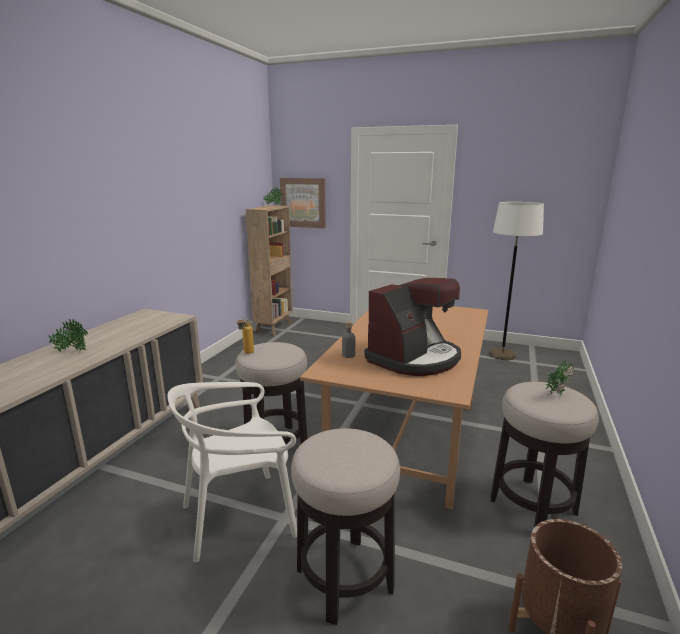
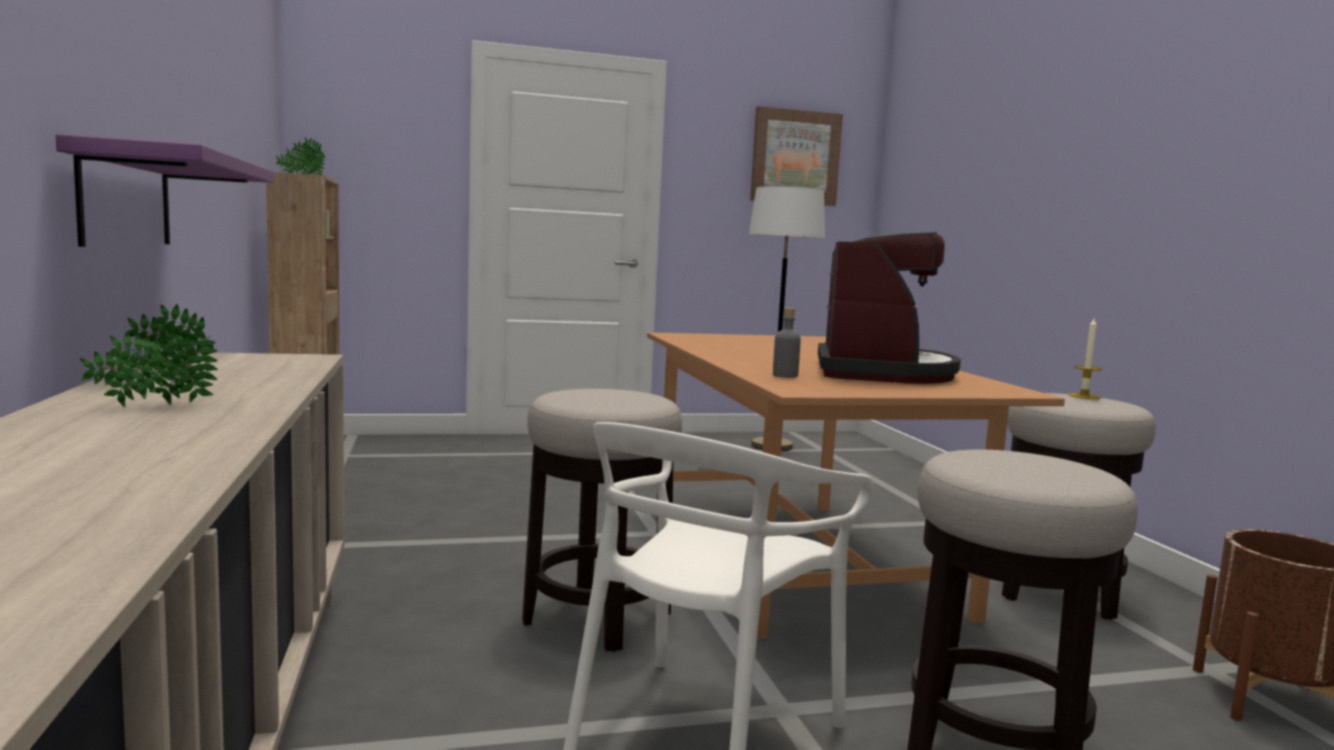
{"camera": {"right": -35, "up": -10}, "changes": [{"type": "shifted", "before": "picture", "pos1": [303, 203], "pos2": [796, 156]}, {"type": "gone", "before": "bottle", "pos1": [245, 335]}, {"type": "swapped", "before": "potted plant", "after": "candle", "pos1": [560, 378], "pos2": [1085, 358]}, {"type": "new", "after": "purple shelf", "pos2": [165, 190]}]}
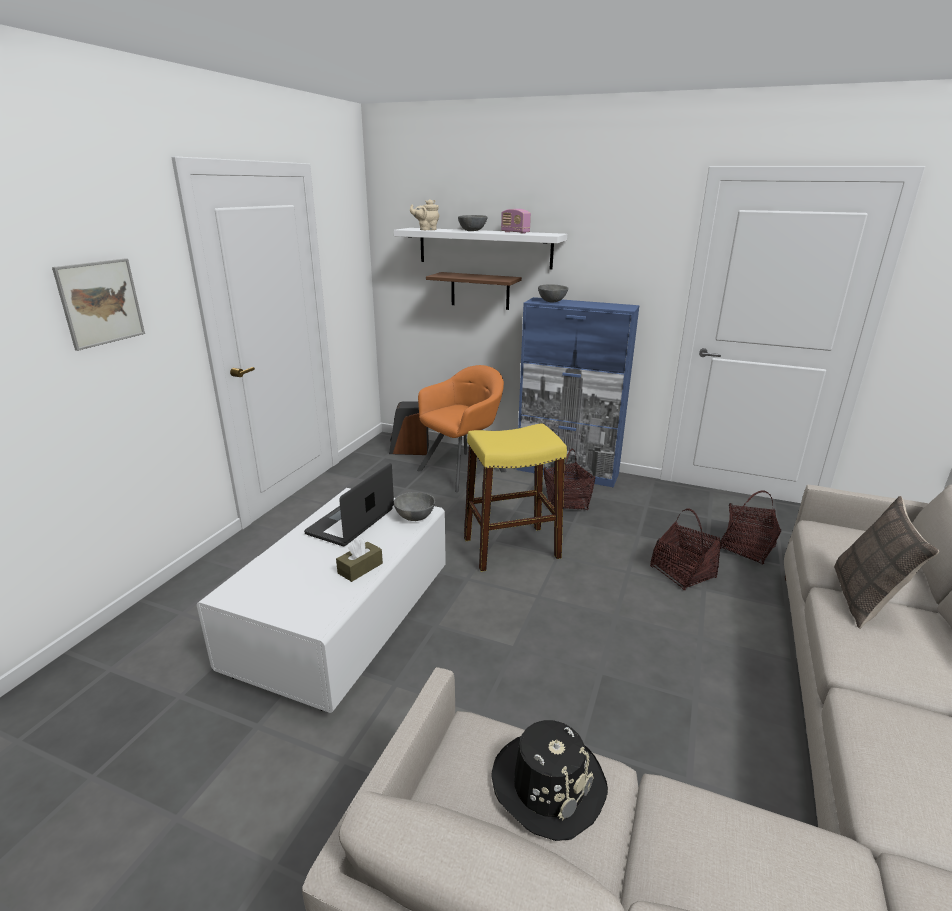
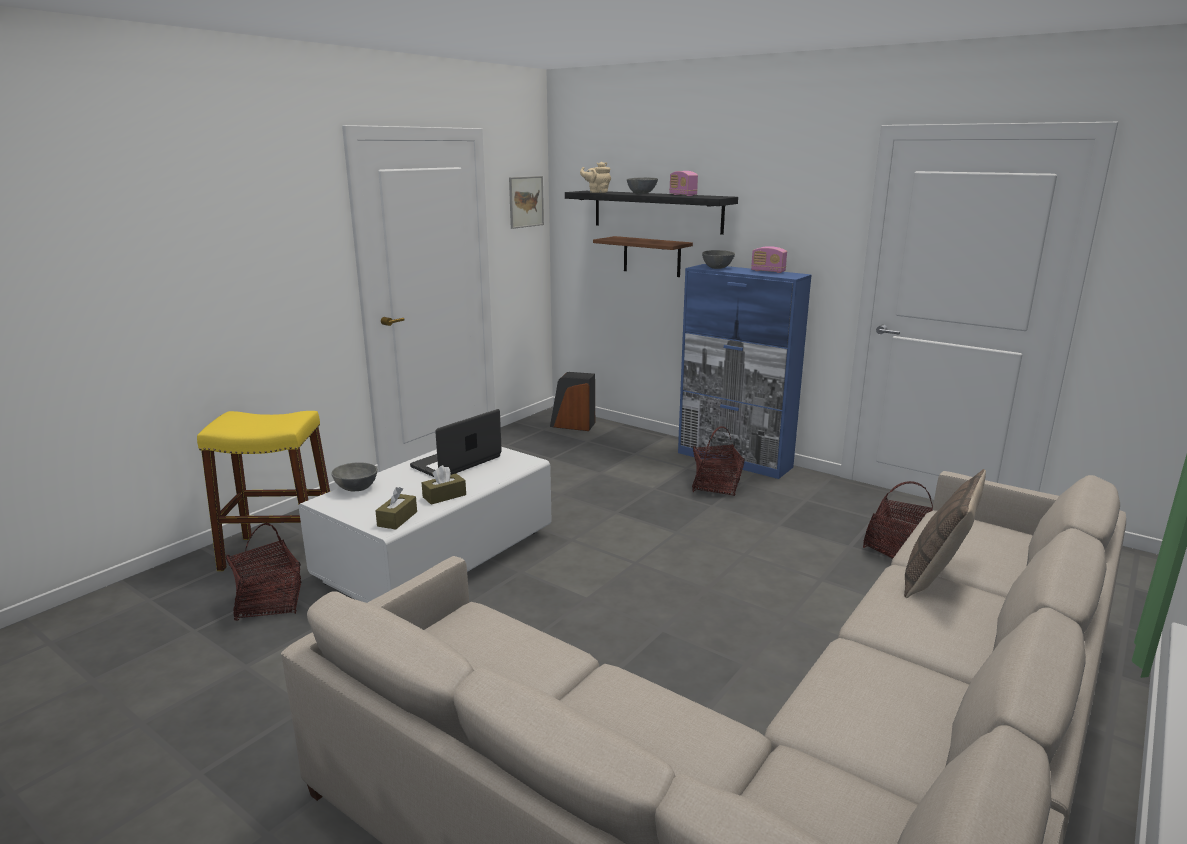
{"camera": {"right": 15, "up": -5}, "changes": [{"type": "repainted", "before": "white shelf", "after": "black shelf", "pos1": [480, 249], "pos2": [651, 213]}, {"type": "shifted", "before": "picture", "pos1": [98, 304], "pos2": [526, 202]}, {"type": "gone", "before": "orange armchair", "pos1": [462, 428]}, {"type": "shifted", "before": "yellow stool", "pos1": [515, 498], "pos2": [263, 491]}, {"type": "shifted", "before": "grey bowl", "pos1": [414, 506], "pos2": [354, 477]}, {"type": "shifted", "before": "basket", "pos1": [685, 549], "pos2": [263, 572]}, {"type": "gone", "before": "black hat", "pos1": [549, 780]}, {"type": "new", "after": "radio", "pos2": [769, 259]}, {"type": "new", "after": "brown tissue box", "pos2": [396, 508]}]}
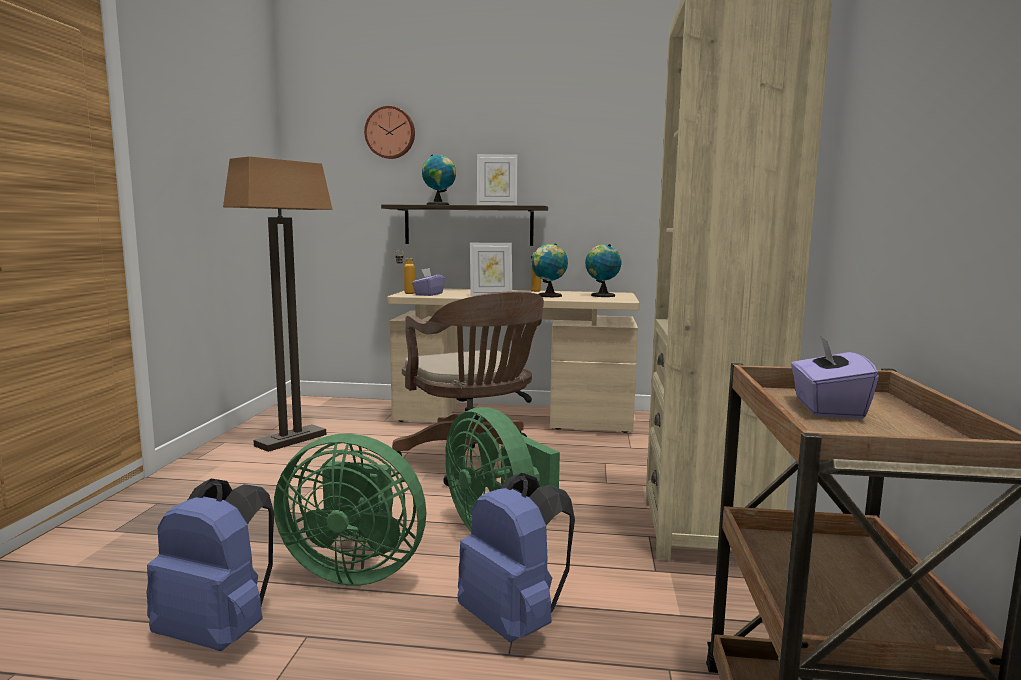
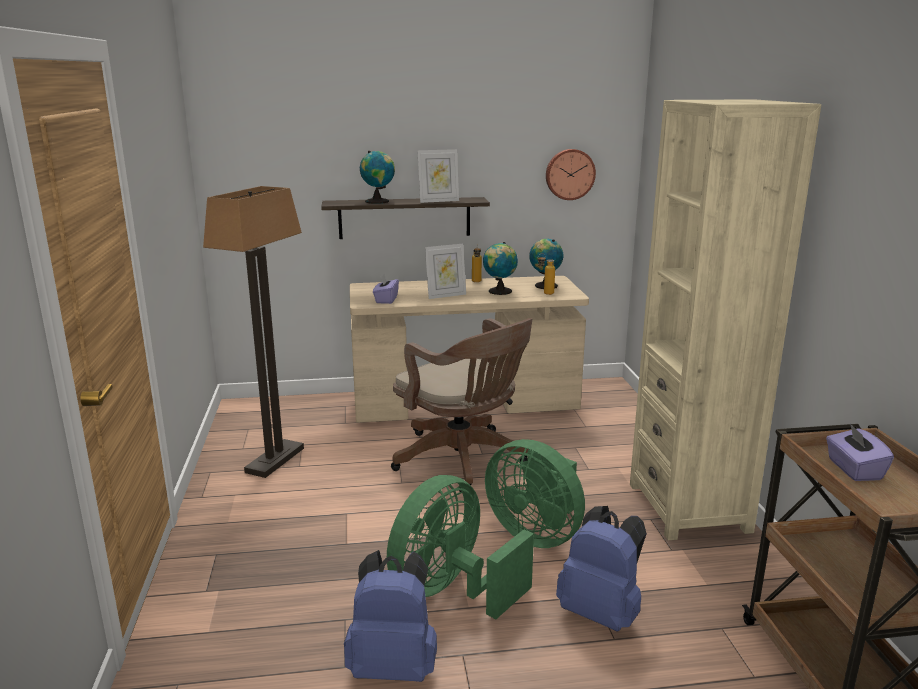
{"camera": {"right": -15, "up": 10}, "changes": [{"type": "shifted", "before": "wall clock", "pos1": [389, 132], "pos2": [571, 174]}, {"type": "shifted", "before": "bottle", "pos1": [405, 272], "pos2": [546, 274]}, {"type": "rotated", "before": "green fan", "pos1": [350, 510], "pos2": [460, 547], "turn": 135}]}
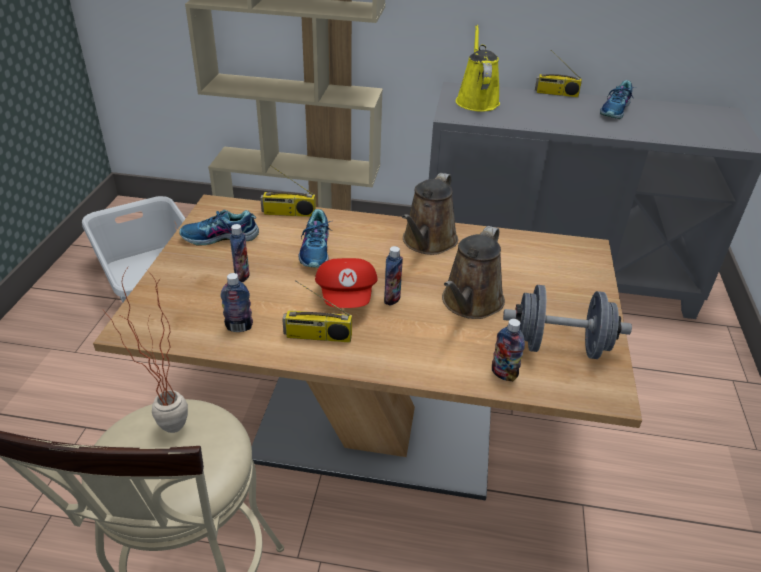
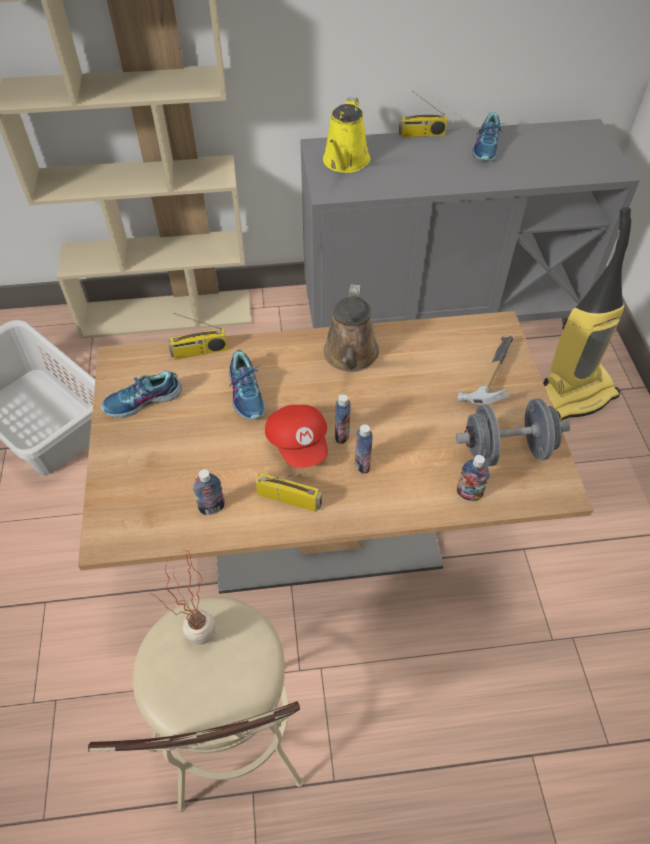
{"camera": {"right": -15, "up": 15}, "changes": [{"type": "rotated", "before": "yellow watering can", "pos1": [478, 68], "pos2": [346, 135], "turn": -150}, {"type": "shifted", "before": "bottle", "pos1": [240, 253], "pos2": [364, 449]}, {"type": "gone", "before": "brown watering can", "pos1": [473, 272]}, {"type": "rotated", "before": "radio", "pos1": [317, 312], "pos2": [289, 492], "turn": -150}, {"type": "new", "after": "vacuum cleaner", "pos2": [587, 314]}, {"type": "new", "after": "hammer", "pos2": [485, 369]}]}
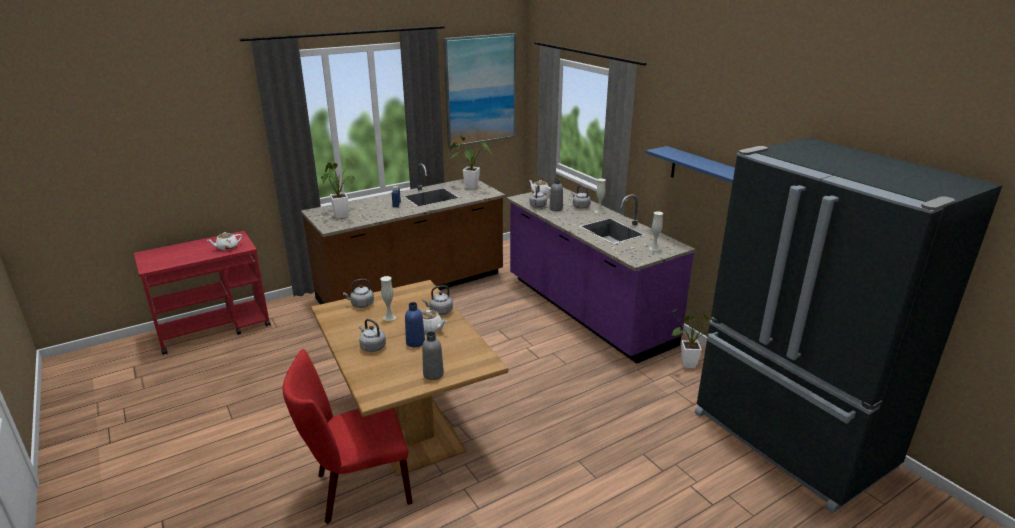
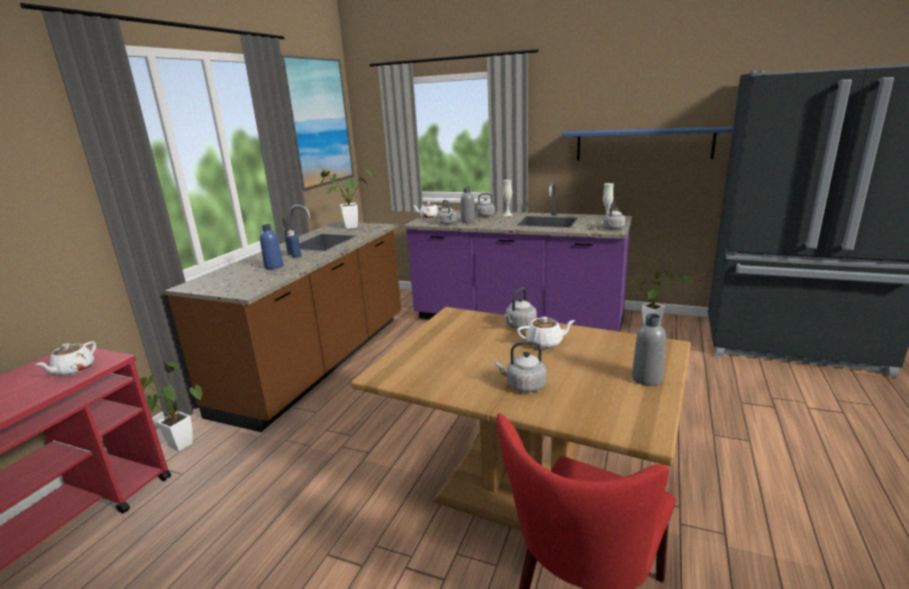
{"camera": {"right": -35, "up": -5}, "changes": [{"type": "shifted", "before": "potted plant", "pos1": [338, 188], "pos2": [171, 406]}, {"type": "gone", "before": "white vase", "pos1": [388, 298]}, {"type": "shifted", "before": "grey kettle", "pos1": [358, 293], "pos2": [614, 216]}, {"type": "shifted", "before": "blue bottle", "pos1": [415, 324], "pos2": [271, 246]}]}
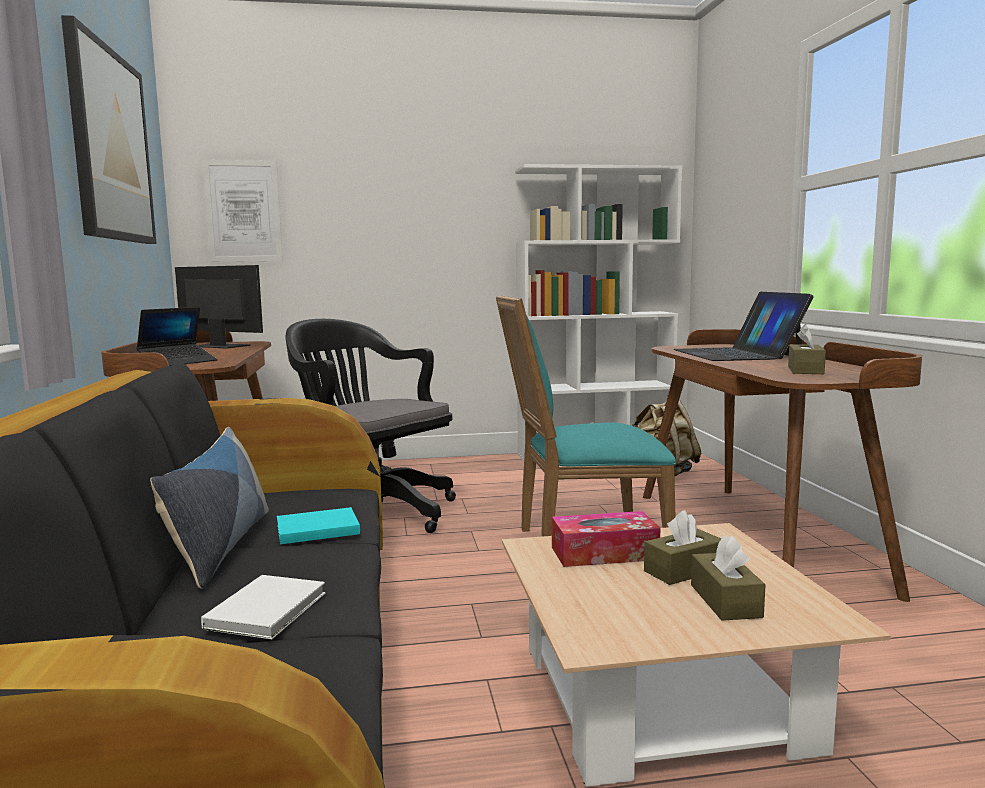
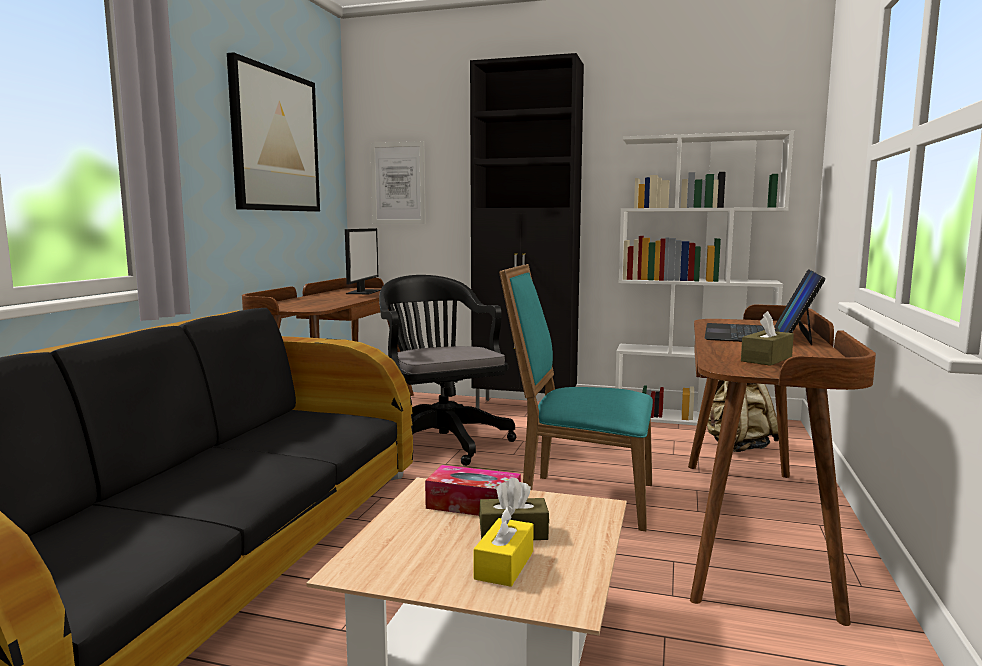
{"camera": {"right": 25, "up": 0}, "changes": [{"type": "rotated", "before": "monitor", "pos1": [219, 307], "pos2": [363, 261], "turn": 45}, {"type": "gone", "before": "laptop", "pos1": [177, 336]}, {"type": "gone", "before": "pillow", "pos1": [209, 508]}, {"type": "gone", "before": "turquoise book", "pos1": [318, 525]}, {"type": "repainted", "before": "brown tissue box", "after": "yellow tissue box", "pos1": [728, 578], "pos2": [503, 546]}, {"type": "gone", "before": "white book", "pos1": [263, 607]}, {"type": "new", "after": "black cabinet", "pos2": [527, 231]}]}
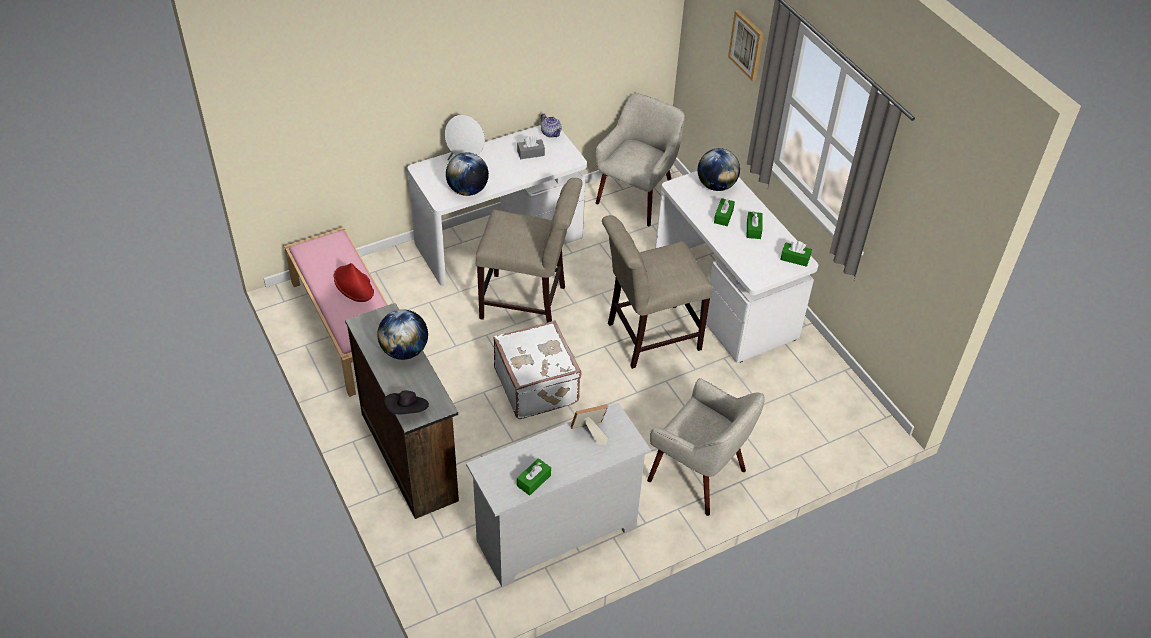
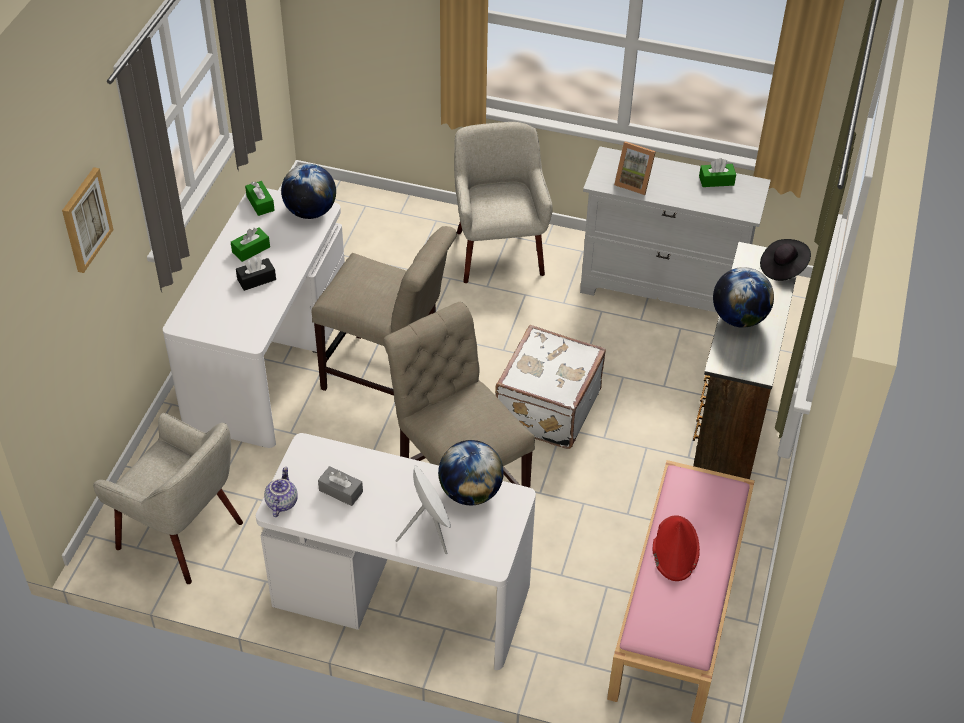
{"camera": {"right": -135, "up": 0}, "changes": [{"type": "rotated", "before": "beige armchair", "pos1": [640, 159], "pos2": [168, 498], "turn": -135}, {"type": "shifted", "before": "globe", "pos1": [719, 169], "pos2": [308, 191]}, {"type": "repainted", "before": "green tissue box", "after": "black tissue box", "pos1": [724, 212], "pos2": [256, 274]}]}
